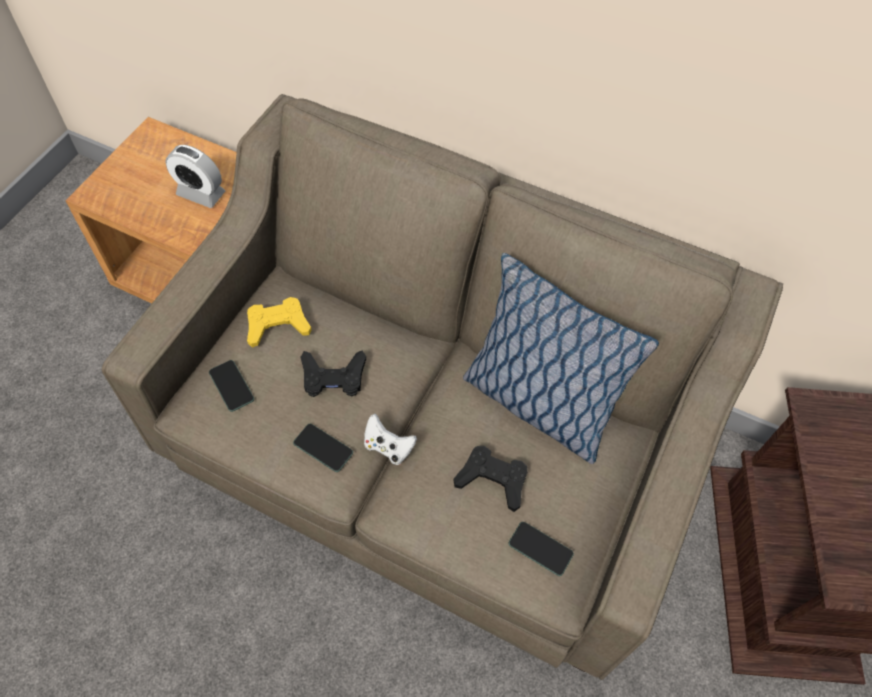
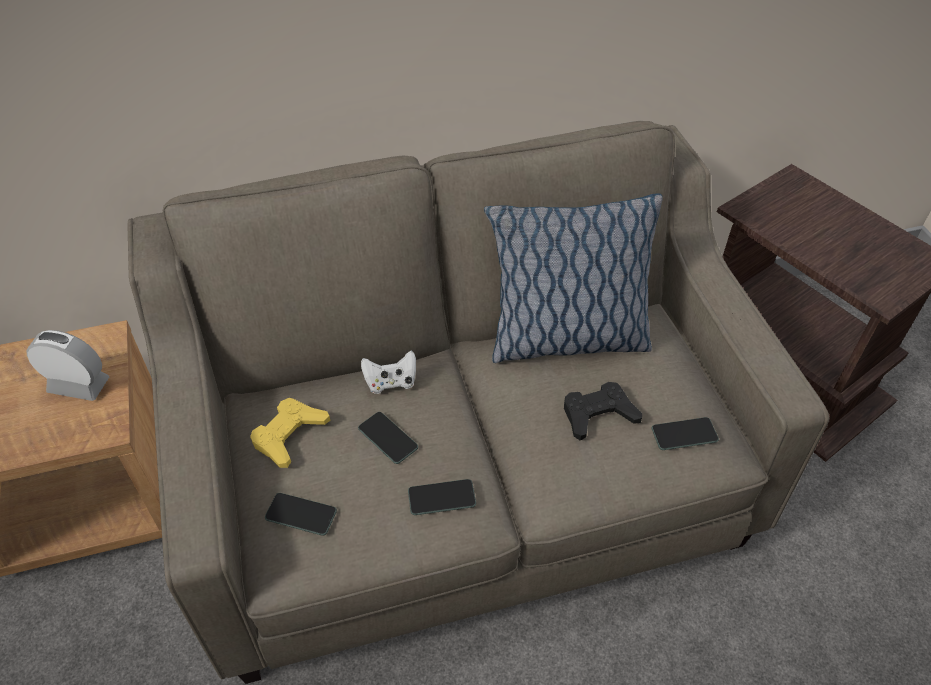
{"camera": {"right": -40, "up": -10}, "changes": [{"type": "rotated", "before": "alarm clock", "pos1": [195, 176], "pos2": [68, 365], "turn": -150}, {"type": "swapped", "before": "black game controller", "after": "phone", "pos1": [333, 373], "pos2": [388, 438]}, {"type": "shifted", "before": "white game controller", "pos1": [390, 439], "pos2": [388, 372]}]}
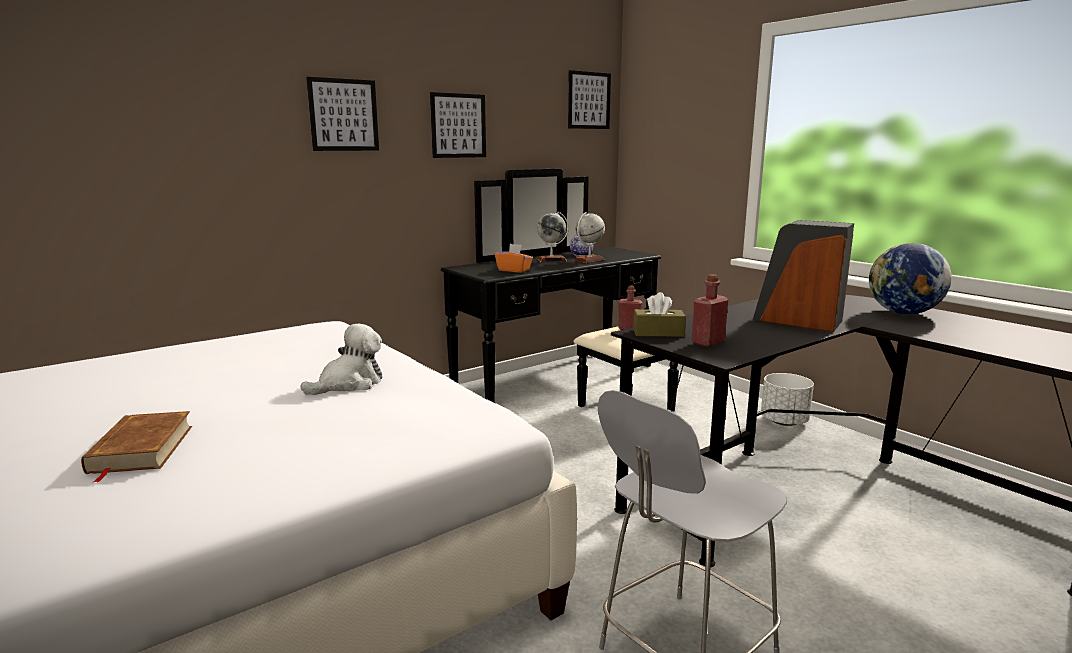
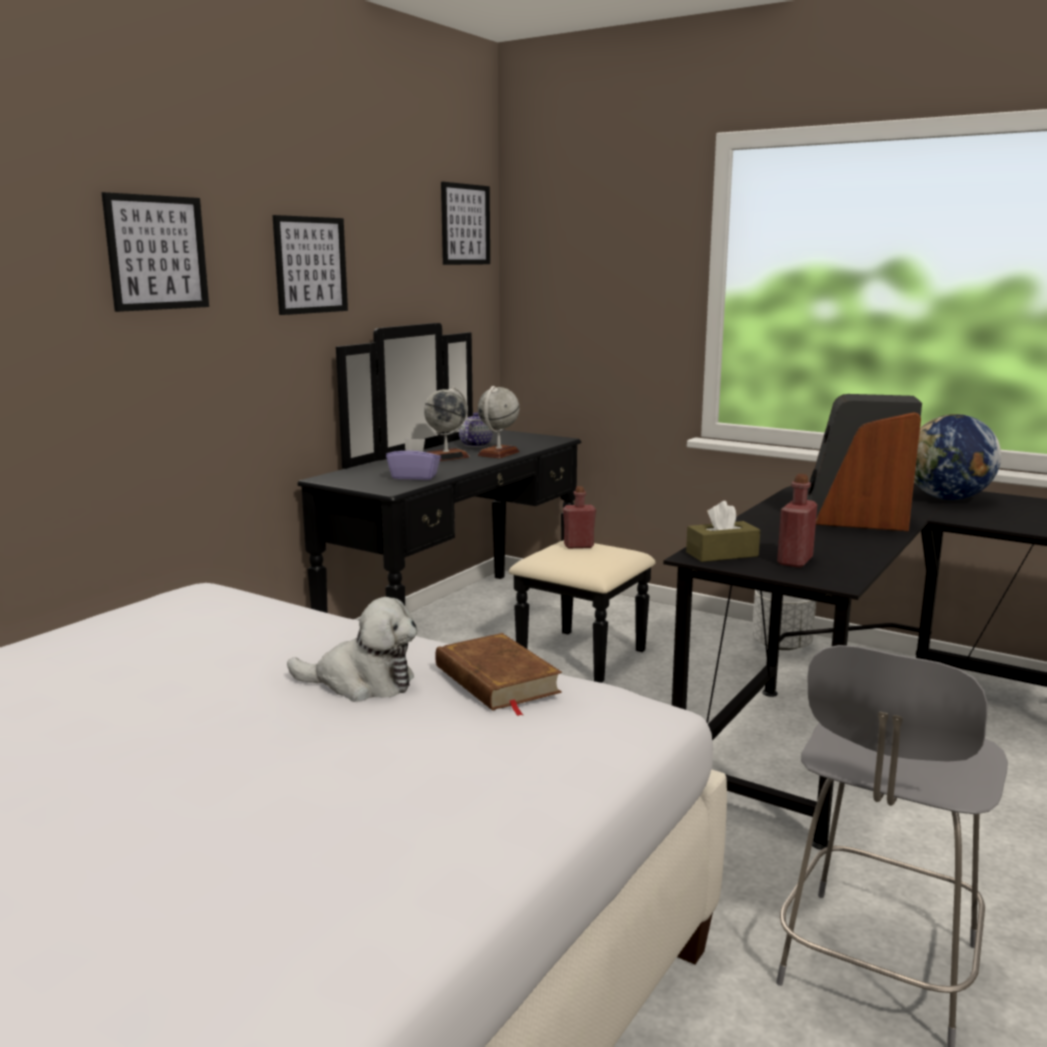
{"camera": {"right": -20, "up": 0}, "changes": [{"type": "repainted", "before": "orange tissue box", "after": "purple tissue box", "pos1": [514, 258], "pos2": [413, 459]}, {"type": "rotated", "before": "plush toy", "pos1": [341, 359], "pos2": [352, 649], "turn": 75}, {"type": "shifted", "before": "brown book", "pos1": [136, 447], "pos2": [498, 674]}]}
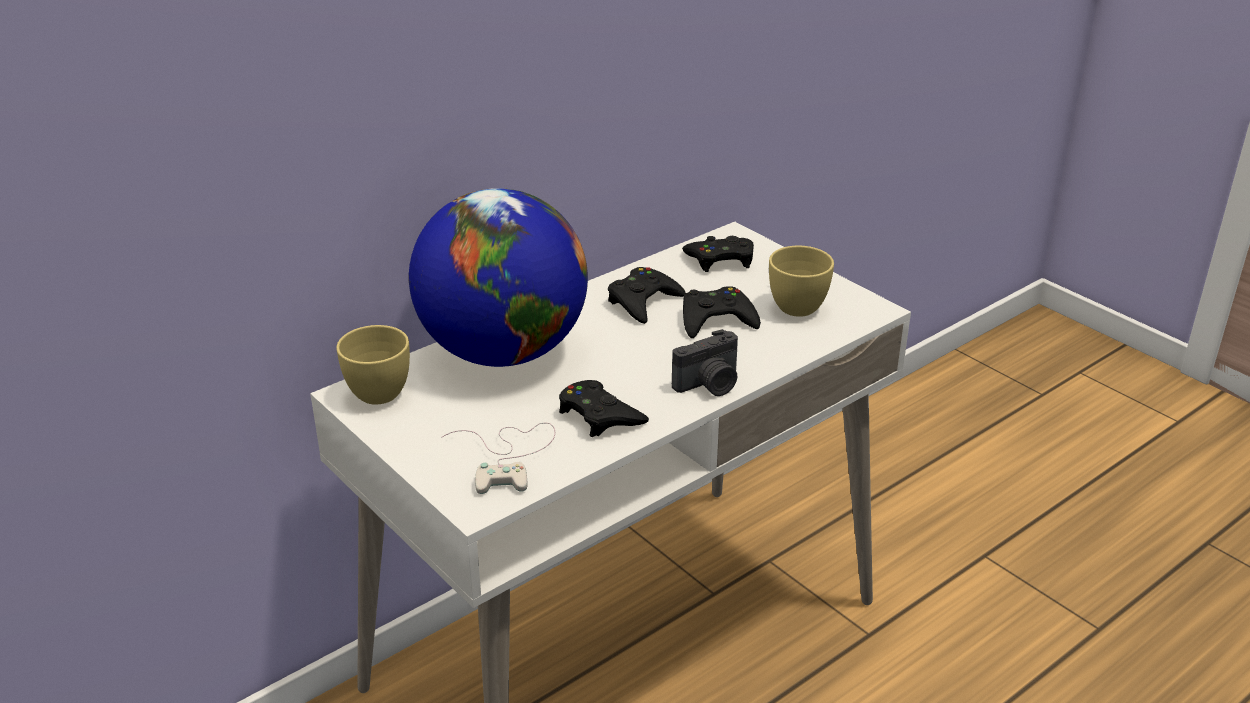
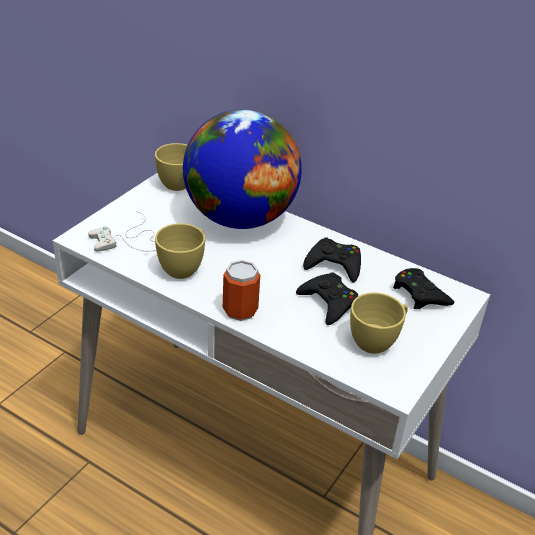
{"camera": {"right": 70, "up": 5}, "changes": [{"type": "swapped", "before": "photo camera", "after": "can", "pos1": [705, 362], "pos2": [241, 290]}, {"type": "swapped", "before": "black game controller", "after": "yellow cup", "pos1": [604, 408], "pos2": [180, 251]}]}
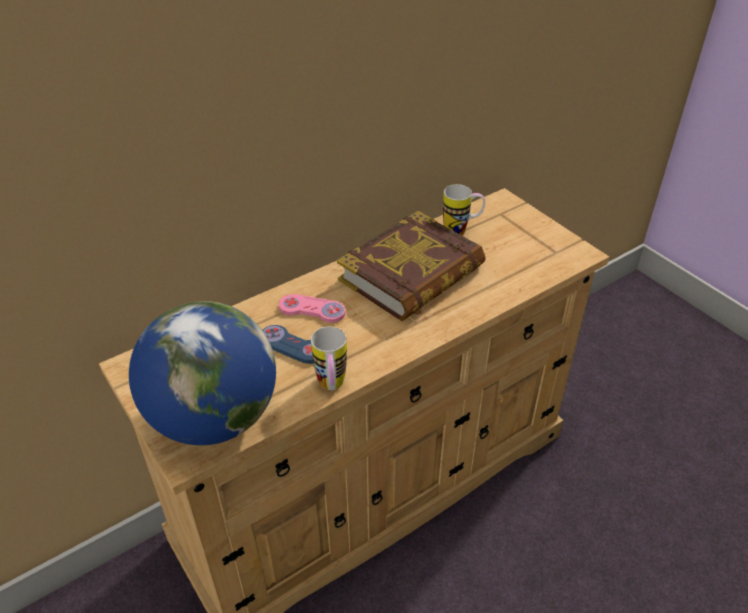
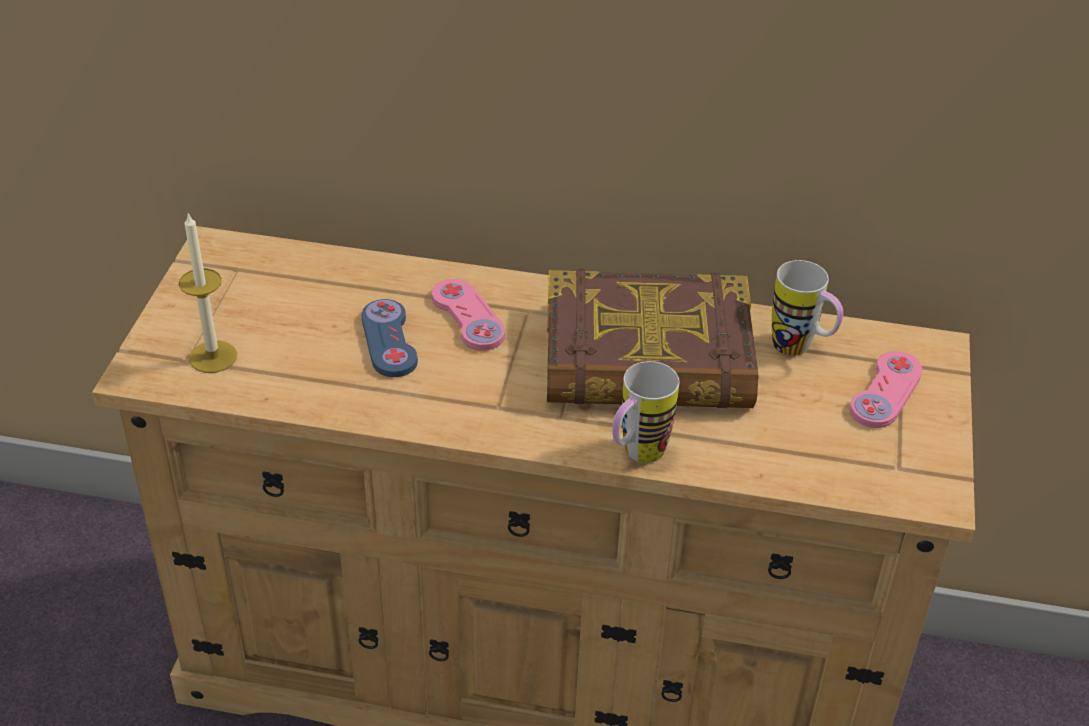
{"camera": {"right": 45, "up": 0}, "changes": [{"type": "swapped", "before": "globe", "after": "candle", "pos1": [202, 373], "pos2": [208, 293]}, {"type": "shifted", "before": "mug", "pos1": [329, 358], "pos2": [645, 412]}, {"type": "new", "after": "pink game controller", "pos2": [886, 389]}]}
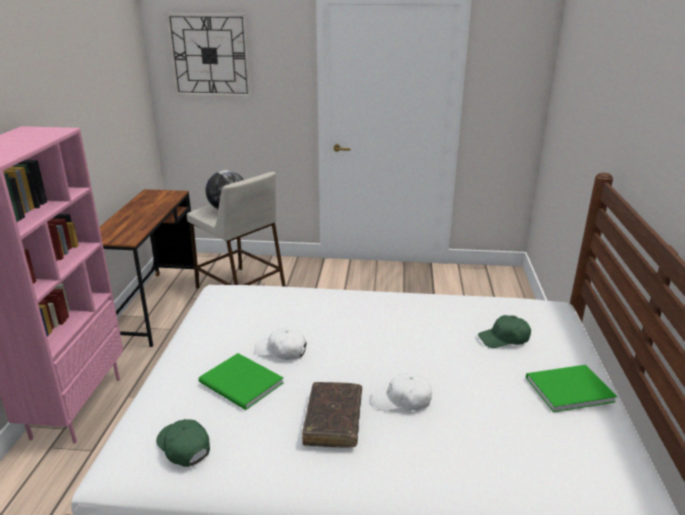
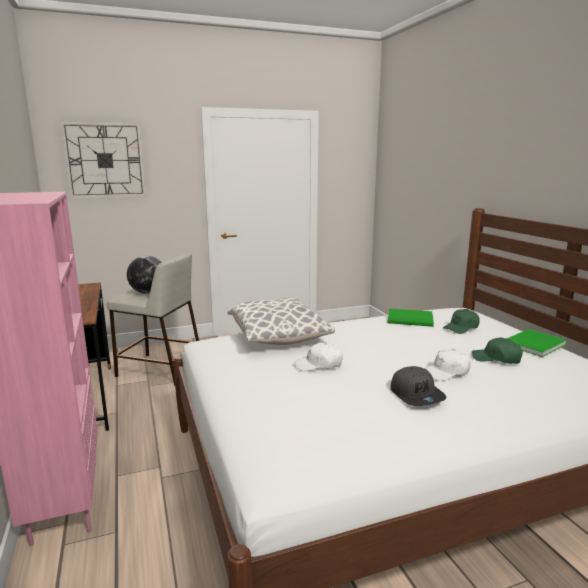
{"camera": {"right": -25, "up": -10}, "changes": [{"type": "shifted", "before": "green book", "pos1": [241, 381], "pos2": [411, 317]}, {"type": "swapped", "before": "brown book", "after": "grey cap", "pos1": [332, 415], "pos2": [418, 386]}, {"type": "shifted", "before": "green cap", "pos1": [183, 443], "pos2": [497, 351]}, {"type": "new", "after": "pillow", "pos2": [281, 321]}]}
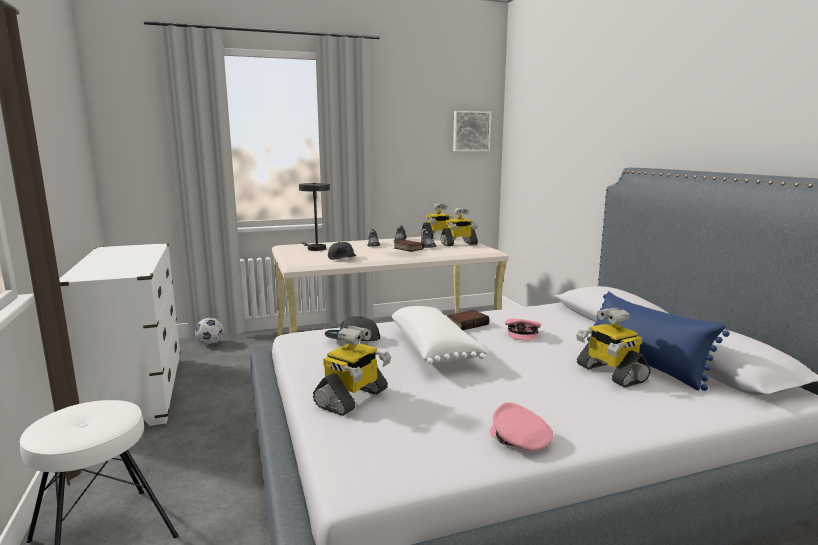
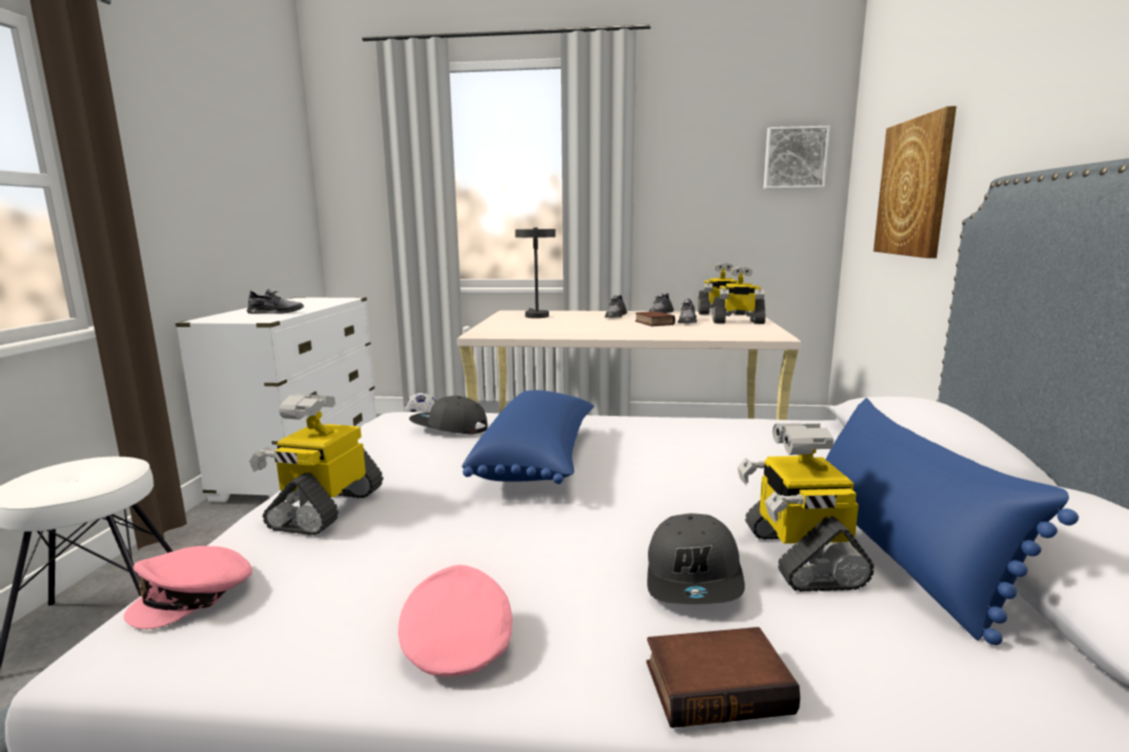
{"camera": {"right": 25, "up": 0}, "changes": [{"type": "shifted", "before": "grey cap", "pos1": [342, 251], "pos2": [696, 558]}, {"type": "repainted", "before": "white pillow", "after": "blue pillow", "pos1": [440, 335], "pos2": [528, 437]}, {"type": "shifted", "before": "book", "pos1": [468, 320], "pos2": [723, 677]}, {"type": "shifted", "before": "pink cap", "pos1": [523, 329], "pos2": [188, 587]}, {"type": "rotated", "before": "toy robot", "pos1": [352, 370], "pos2": [316, 464], "turn": 135}, {"type": "new", "after": "picture", "pos2": [915, 182]}, {"type": "new", "after": "grey shoe", "pos2": [275, 301]}]}
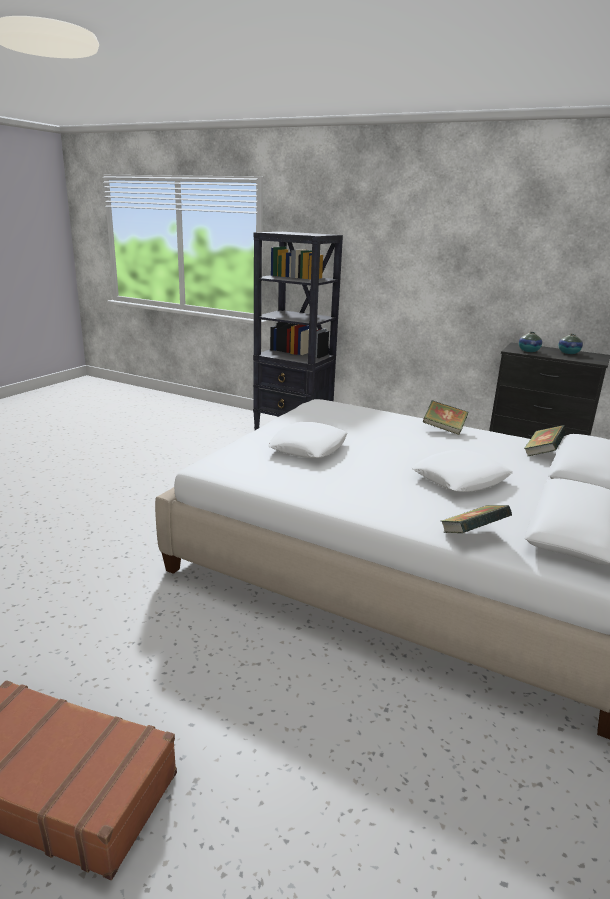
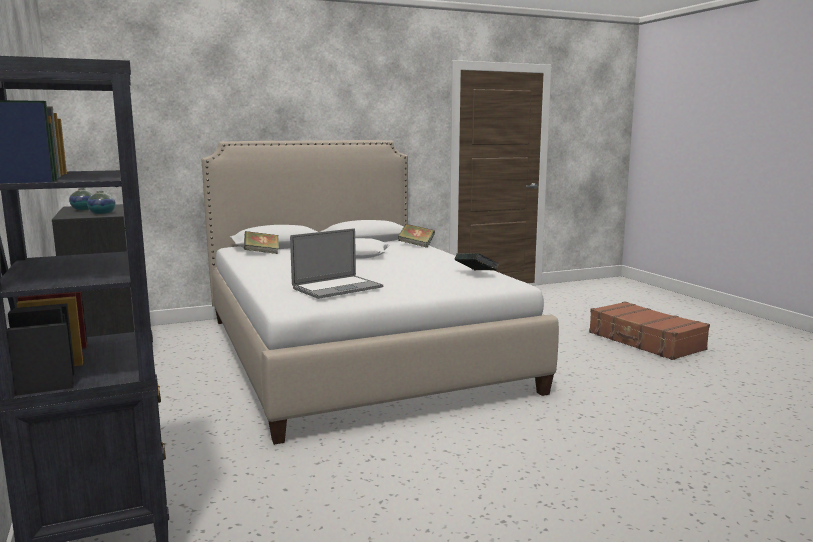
{"camera": {"right": -140, "up": -10}, "changes": [{"type": "shifted", "before": "book", "pos1": [445, 417], "pos2": [477, 261]}, {"type": "gone", "before": "white pillow", "pos1": [307, 440]}, {"type": "new", "after": "laptop", "pos2": [336, 263]}]}
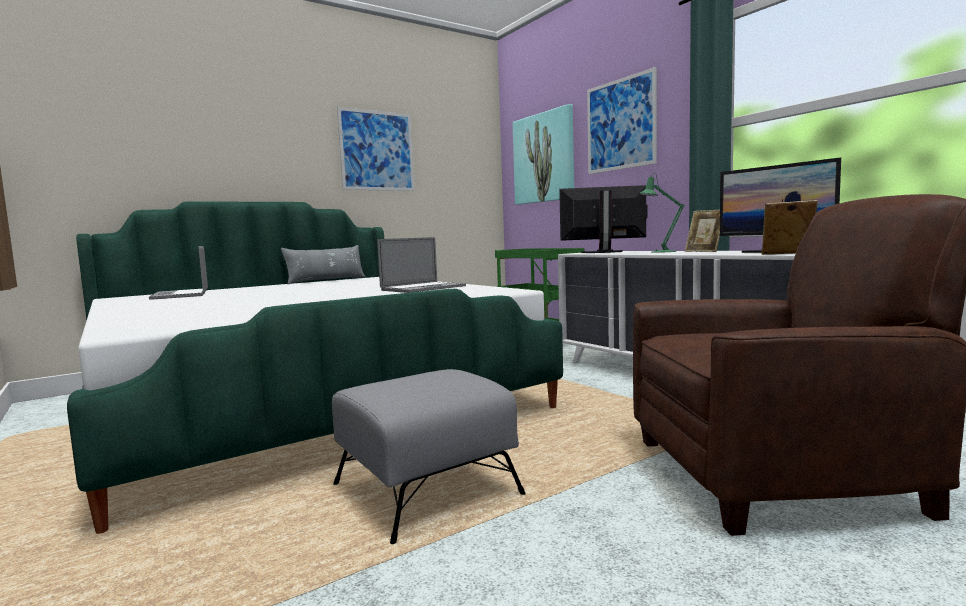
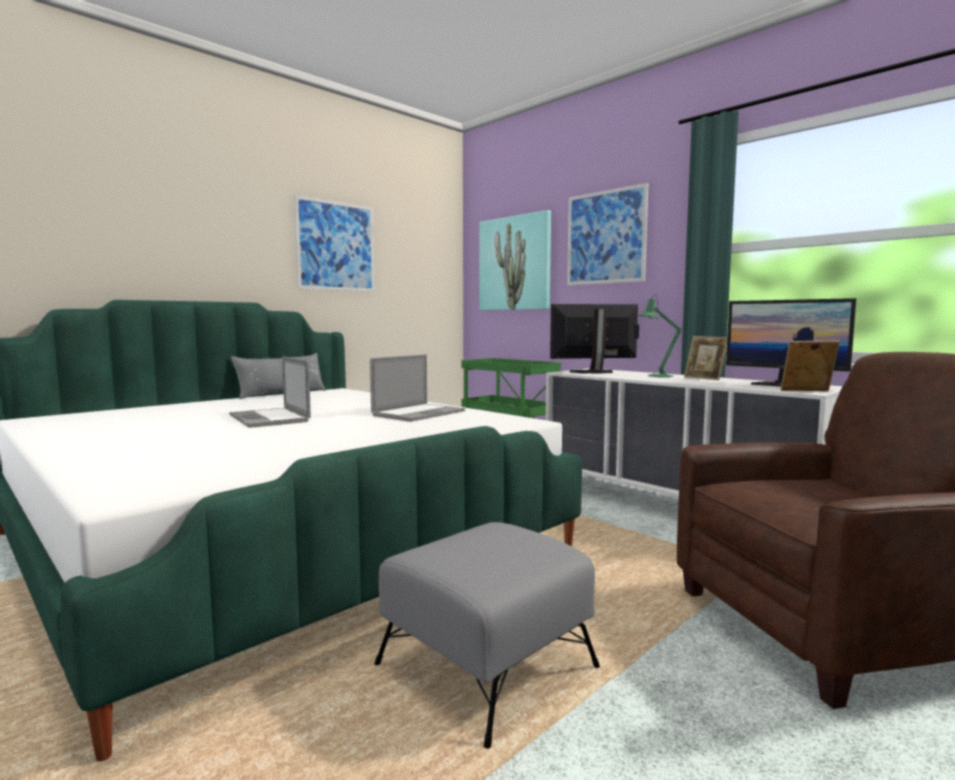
{"camera": {"right": -10, "up": 0}, "changes": [{"type": "shifted", "before": "laptop", "pos1": [178, 273], "pos2": [270, 391]}]}
